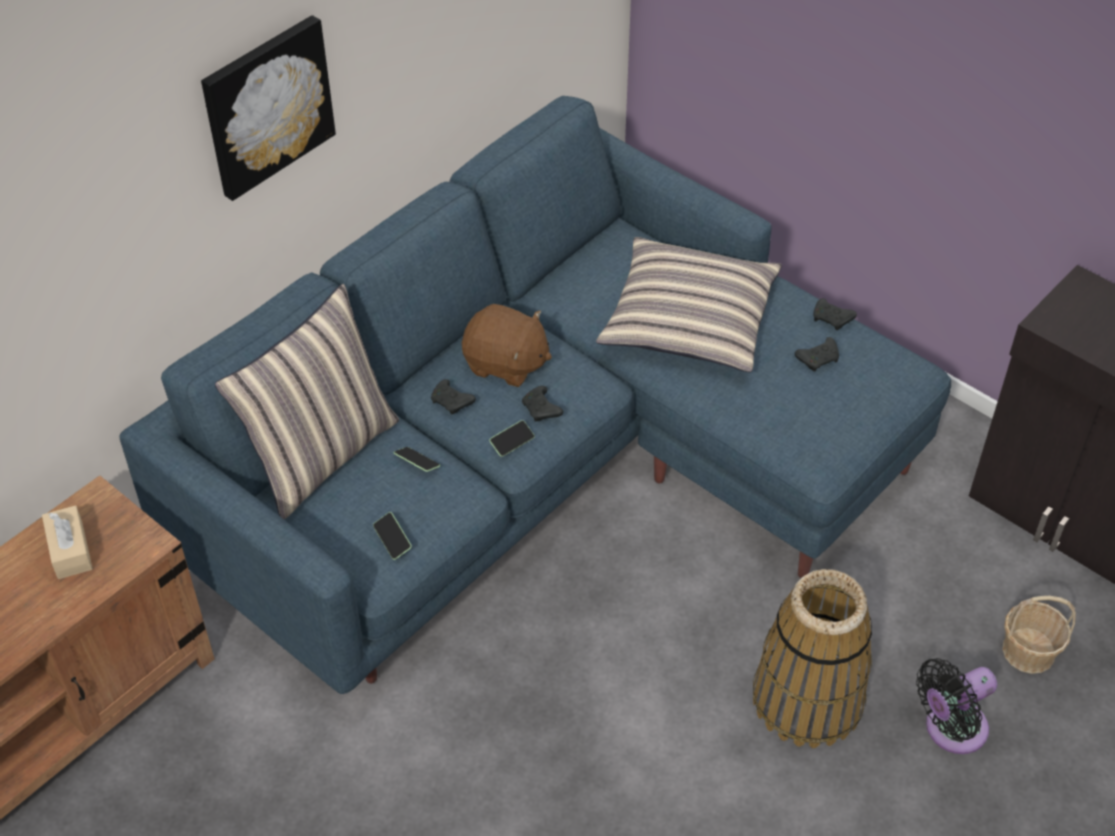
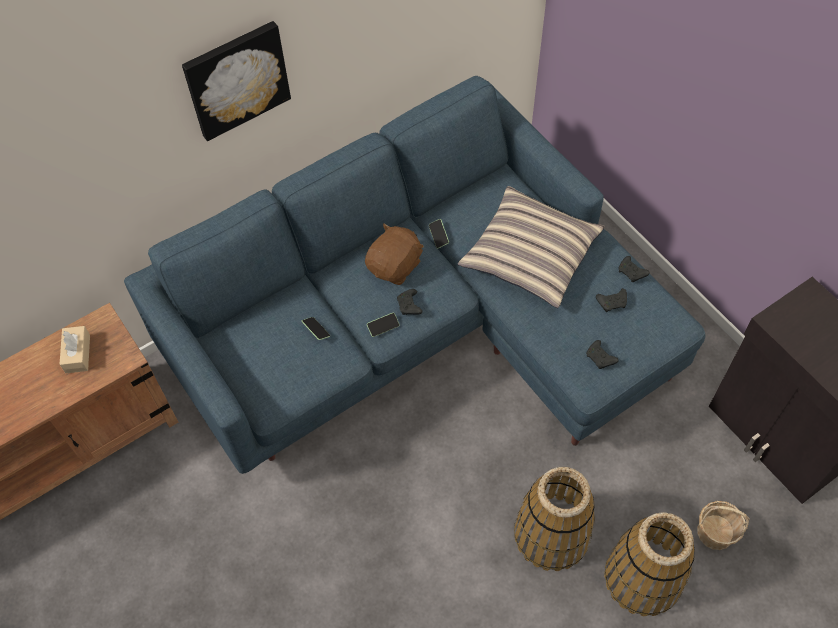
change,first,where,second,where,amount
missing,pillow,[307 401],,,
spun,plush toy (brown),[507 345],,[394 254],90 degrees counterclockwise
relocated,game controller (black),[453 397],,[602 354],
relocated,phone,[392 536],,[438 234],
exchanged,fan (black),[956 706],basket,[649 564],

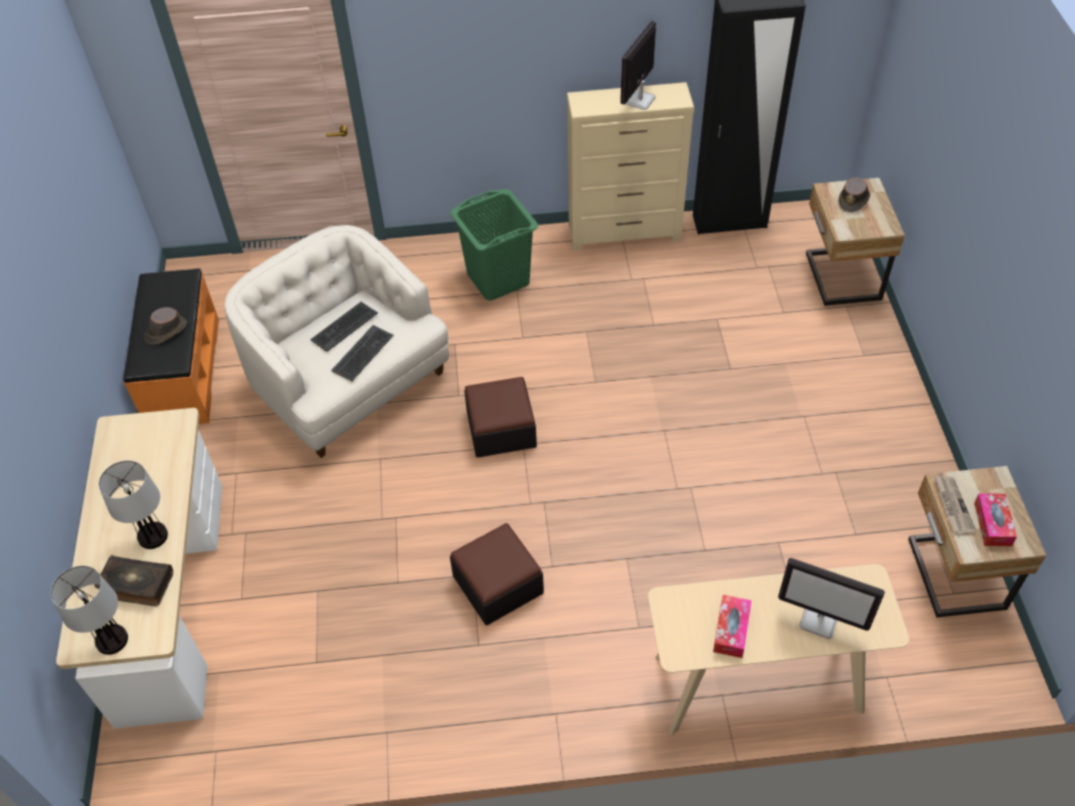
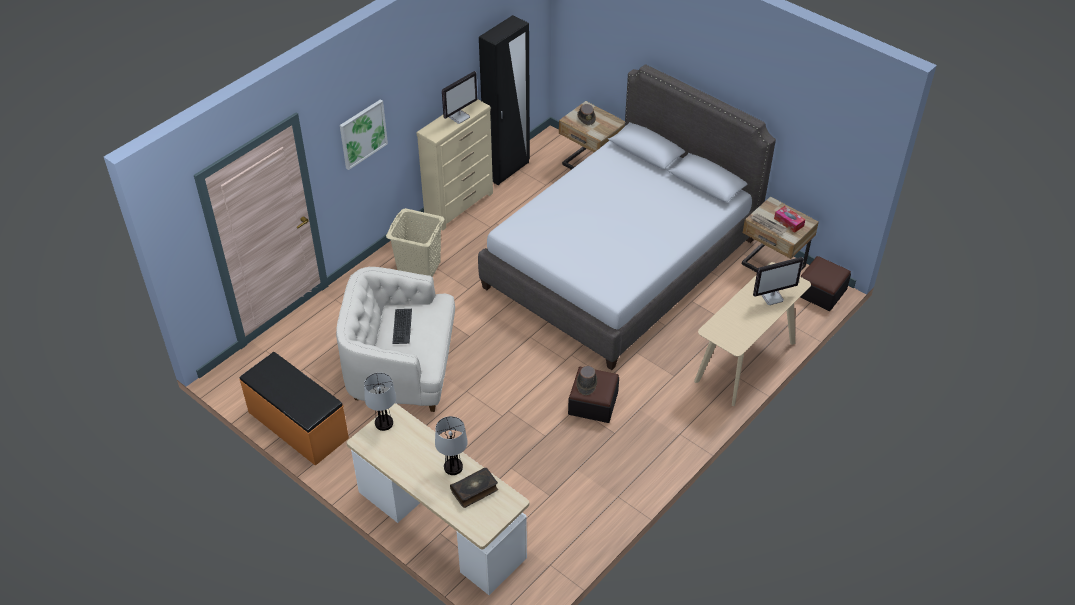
change,first,where,second,where,amount
spun,monitor,[638 65],,[459 97],120 degrees counterclockwise
colour,laundry basket (green),[494 245],laundry basket (beige),[415 242],
relocated,hat (brown),[165 326],,[586 380],
missing,keyboard,[362 353],,,
relocated,ottoman,[500 417],,[825 283],
relocated,table lamp,[89 610],,[380 401],
missing,tissue box,[732 626],,,
appeared,,,bed (grey),[627 217],
appeared,,,picture,[364 134],

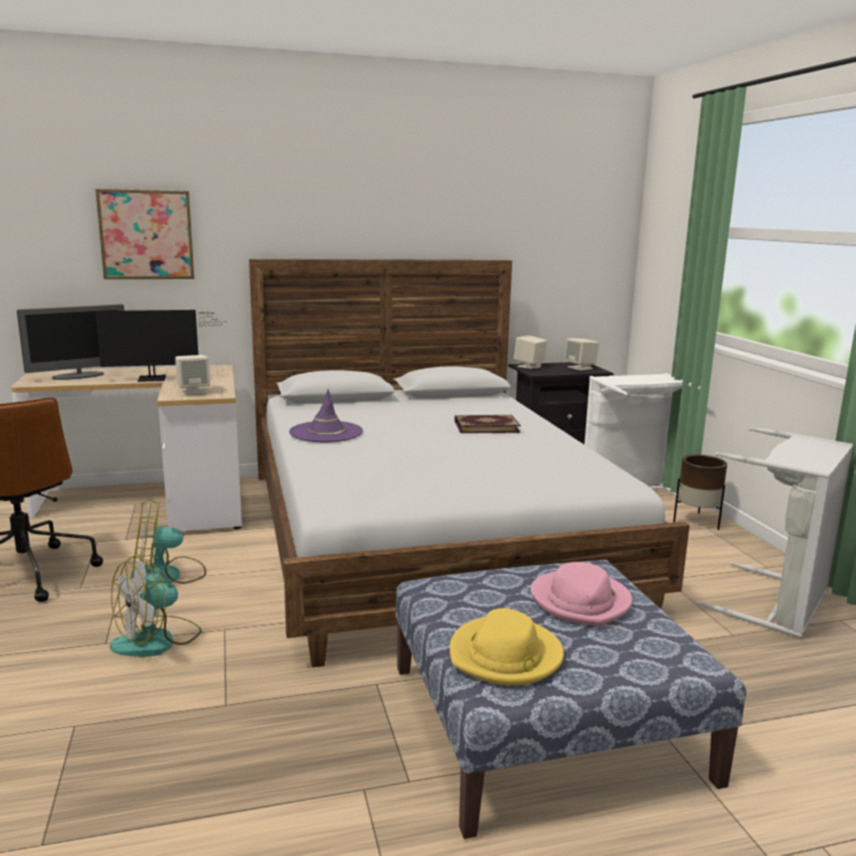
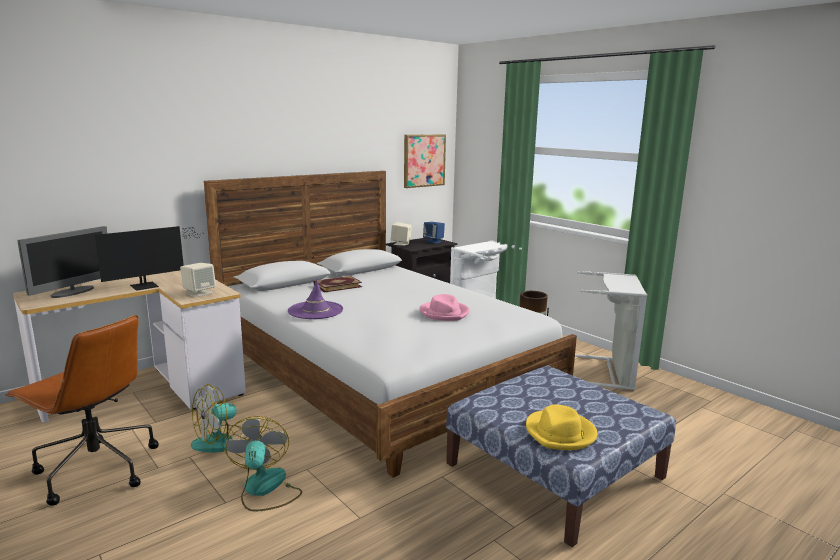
change,first,where,second,where,amount
relocated,picture,[144 234],,[425 161],
colour,speaker (beige),[581 354],speaker (blue),[434 233],
relocated,book,[488 424],,[338 284],
spun,fan,[156 606],,[262 464],150 degrees clockwise
relocated,hat (pink),[582 594],,[444 307],

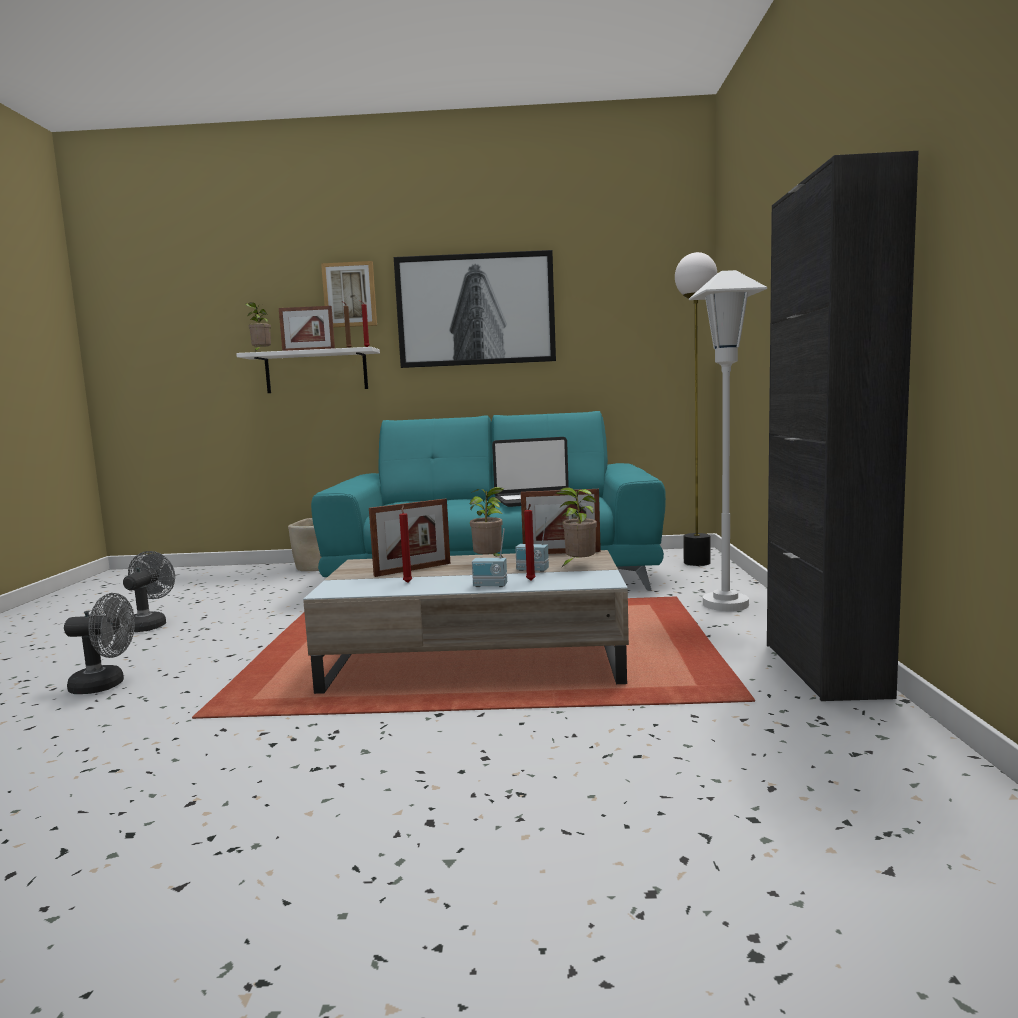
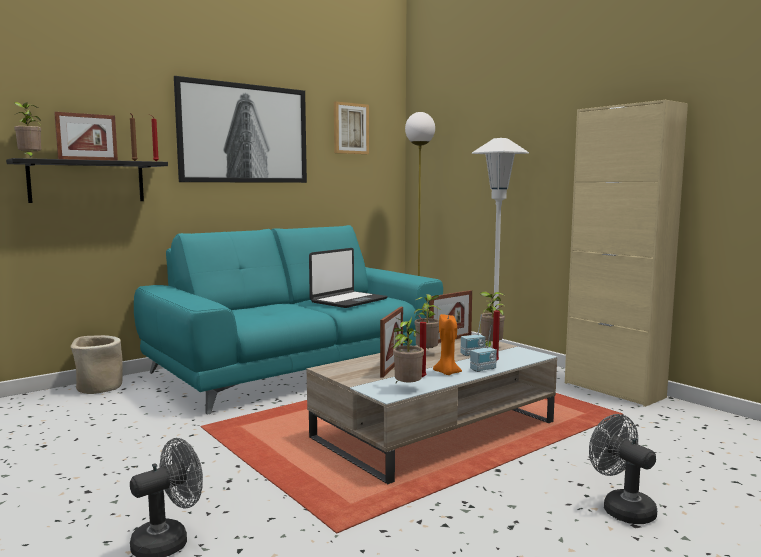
change,first,where,second,where,amount
colour,cabinet (black),[843 426],cabinet (beige),[626 253],
relocated,picture,[349 294],,[351 128],
colour,shelf (white),[308 370],shelf (black),[87 180],
relocated,fan (grey),[149 591],,[623 469],
appeared,,,candle (orange),[447 344],
appeared,,,potted plant,[408 350],

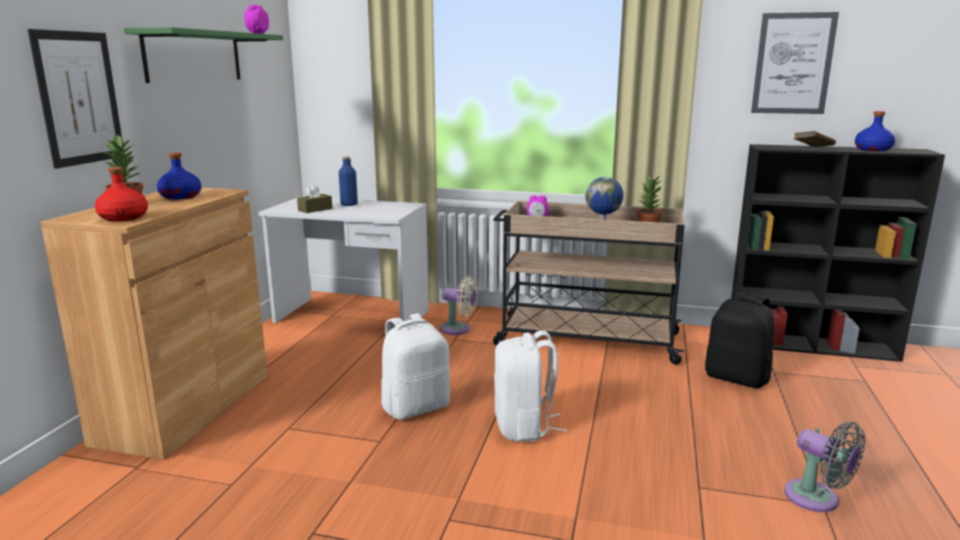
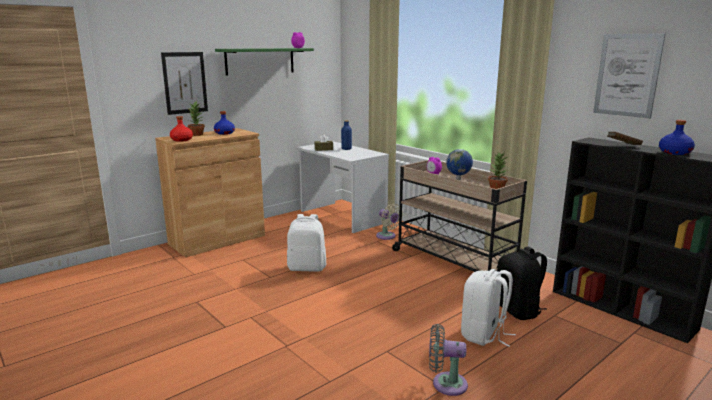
change,first,where,second,where,amount
relocated,backpack (white),[530 386],,[488 308],
spun,fan (grey),[825 467],,[448 360],105 degrees clockwise

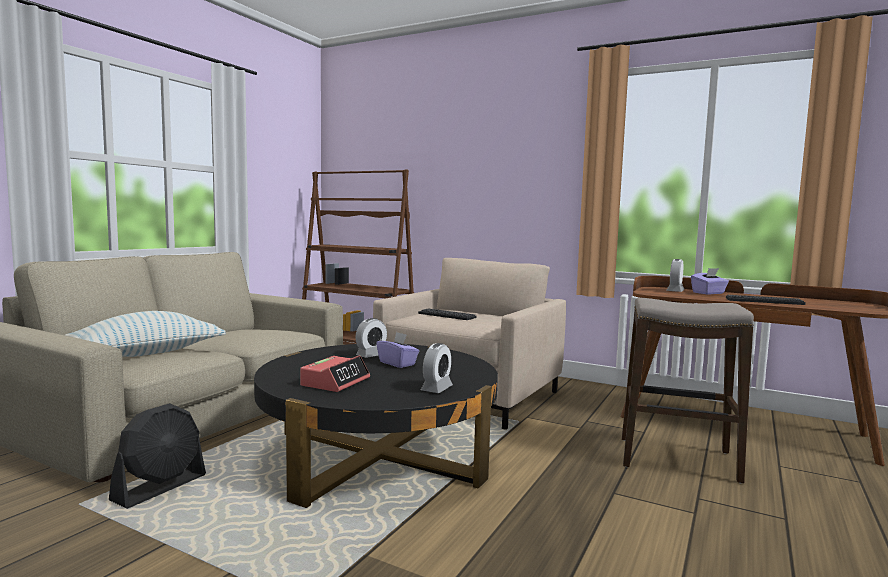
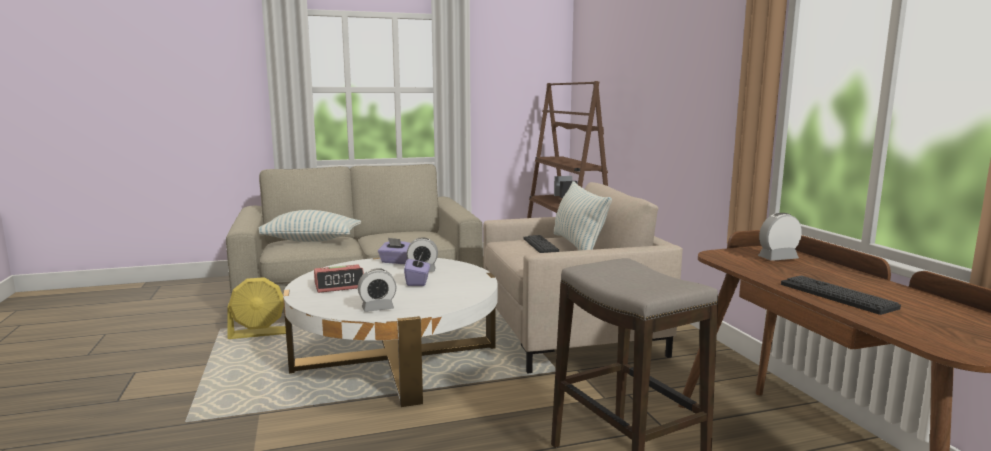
change,first,where,second,where,amount
relocated,tissue box (purple),[710 281],,[394 251],
colour,coffee table (black),[376 426],coffee table (white),[390 332],
colour,fan (black),[157 456],fan (yellow),[256 308],
appeared,,,pillow,[583 216],

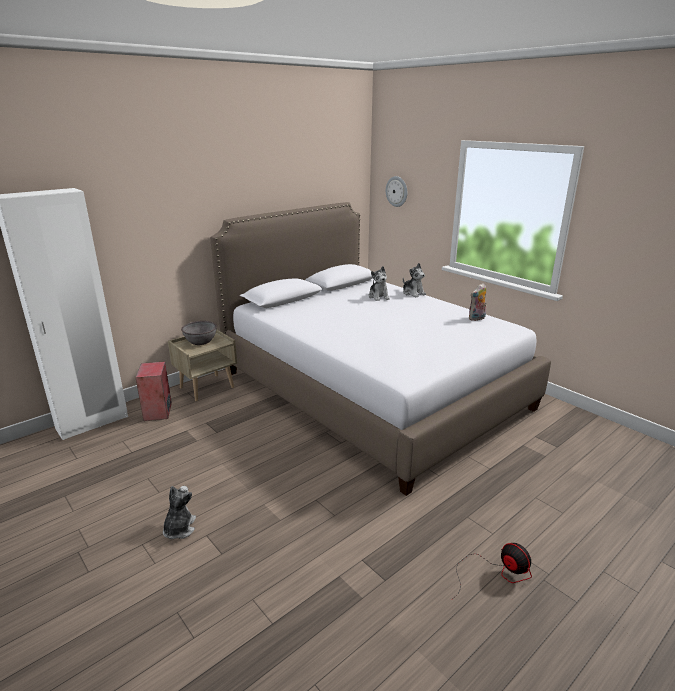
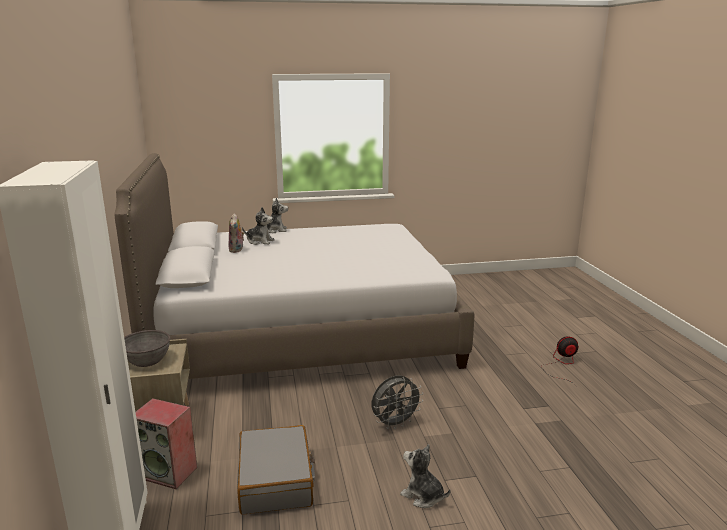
change,first,where,second,where,amount
missing,wall clock,[396 191],,,
relocated,plush toy,[477 302],,[236 233],
appeared,,,fan (grey),[398 402],
appeared,,,suitcase (grey),[276 470],

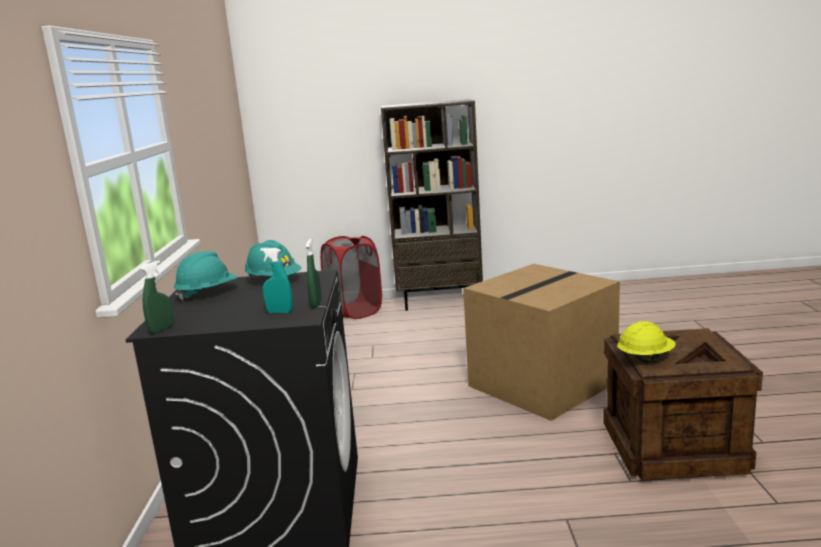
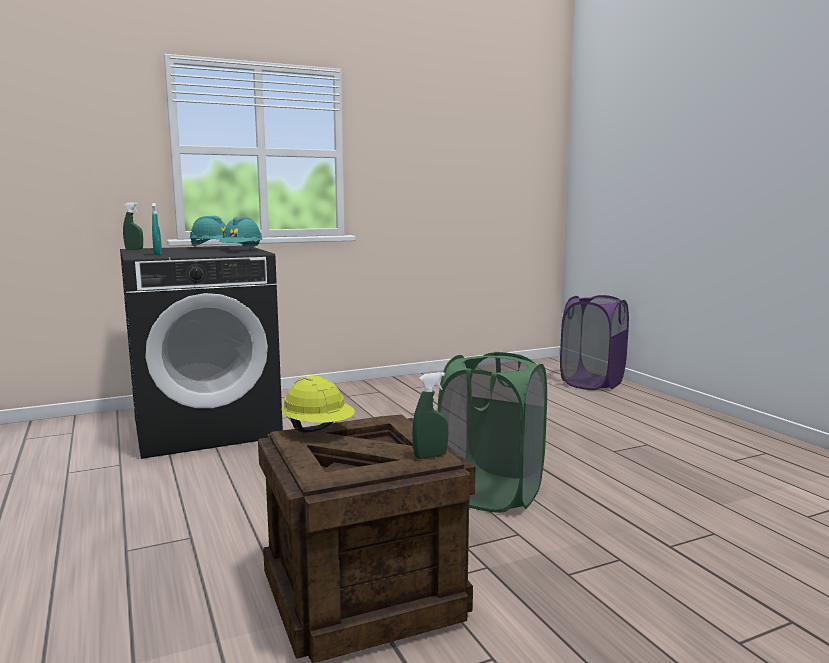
change,first,where,second,where,amount
missing,bookcase (brown),[432 205],,,
colour,laundry basket (red),[351 277],laundry basket (purple),[594 342],
relocated,spray bottle (green),[314 273],,[430 415],
exchanged,cardboard box,[541 342],laundry basket (green),[492 432],

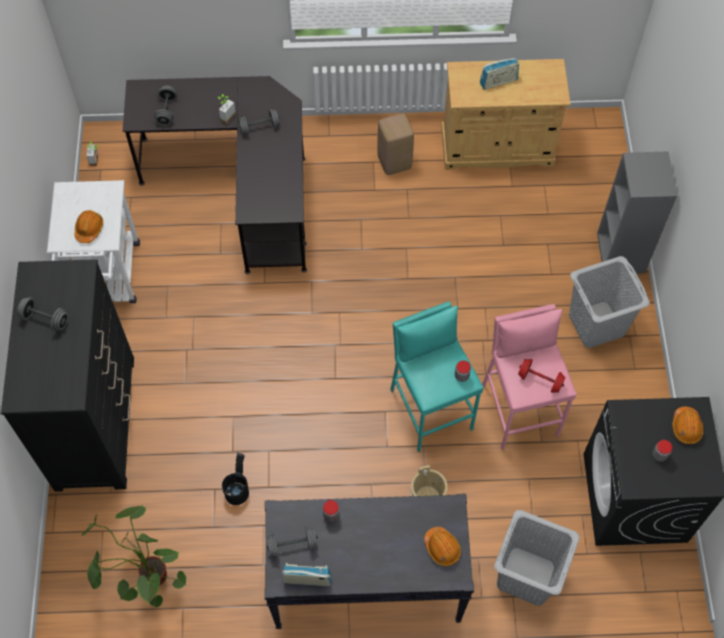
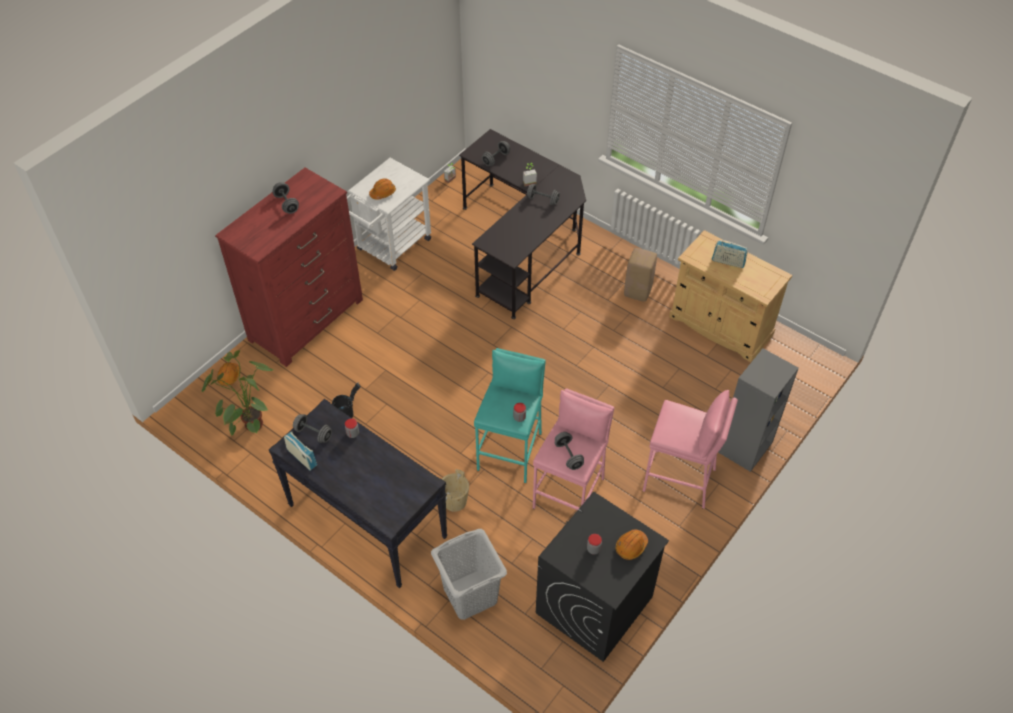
change,first,where,second,where,amount
exchanged,laundry basket (grey),[609 302],stool (pink),[690 449],
colour,dresser (black),[67 375],dresser (red),[289 267],
colour,dumbbell (red),[541 376],dumbbell (grey),[569 451],
relocated,hard hat (orange),[442 546],,[228 374],

